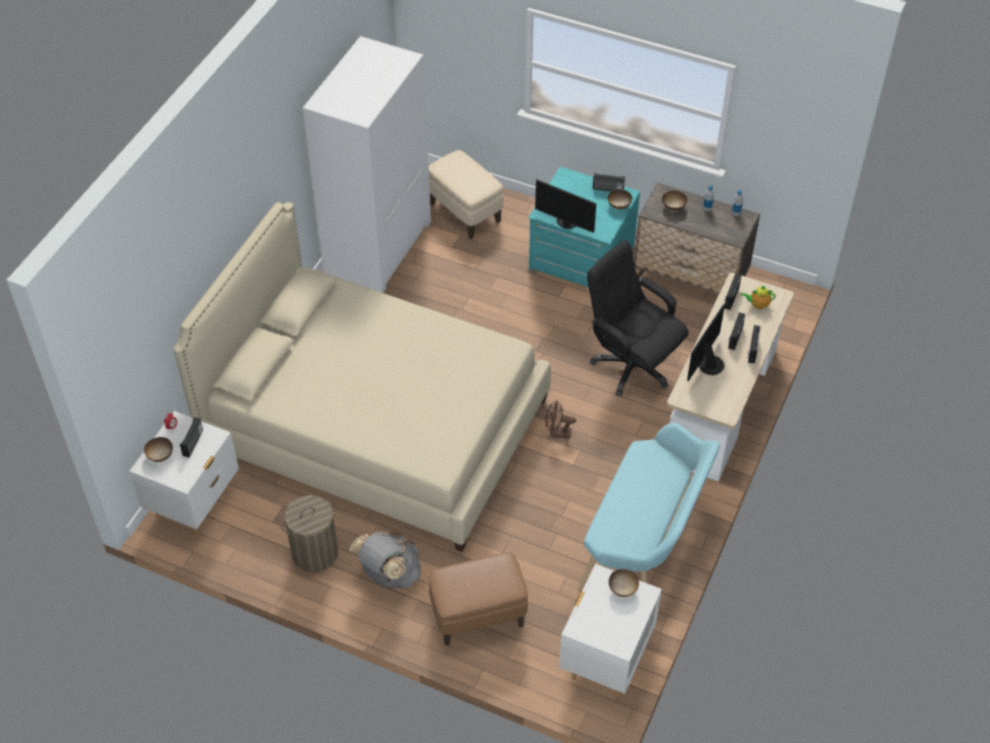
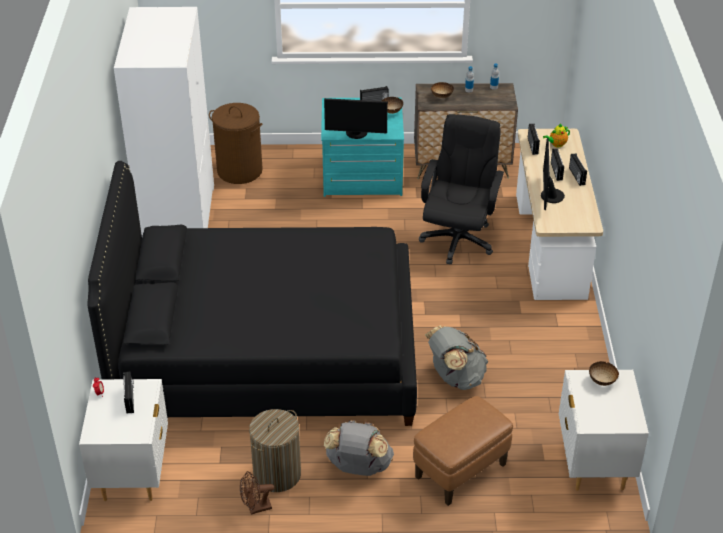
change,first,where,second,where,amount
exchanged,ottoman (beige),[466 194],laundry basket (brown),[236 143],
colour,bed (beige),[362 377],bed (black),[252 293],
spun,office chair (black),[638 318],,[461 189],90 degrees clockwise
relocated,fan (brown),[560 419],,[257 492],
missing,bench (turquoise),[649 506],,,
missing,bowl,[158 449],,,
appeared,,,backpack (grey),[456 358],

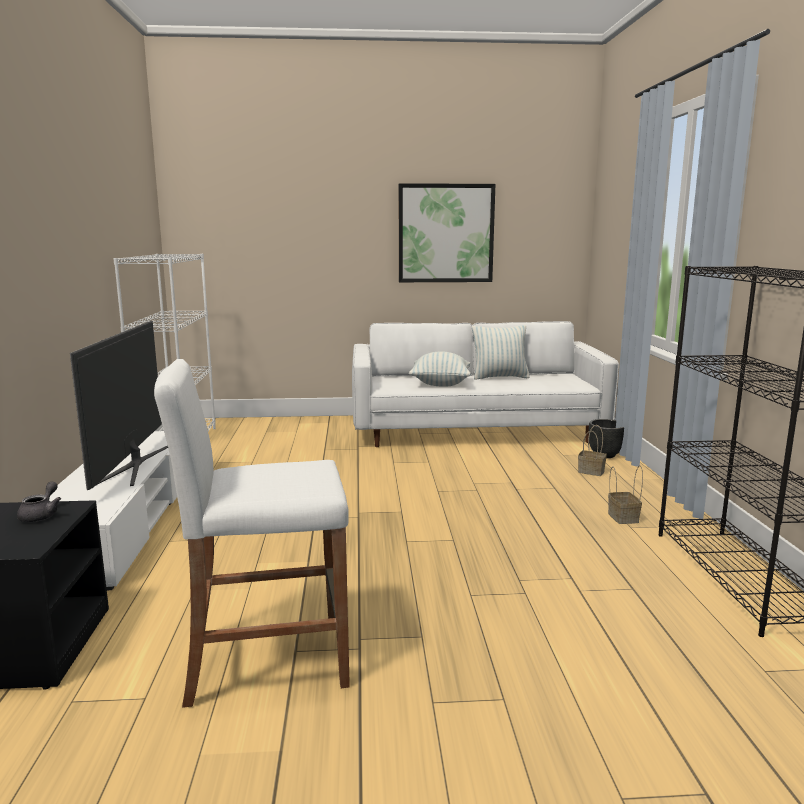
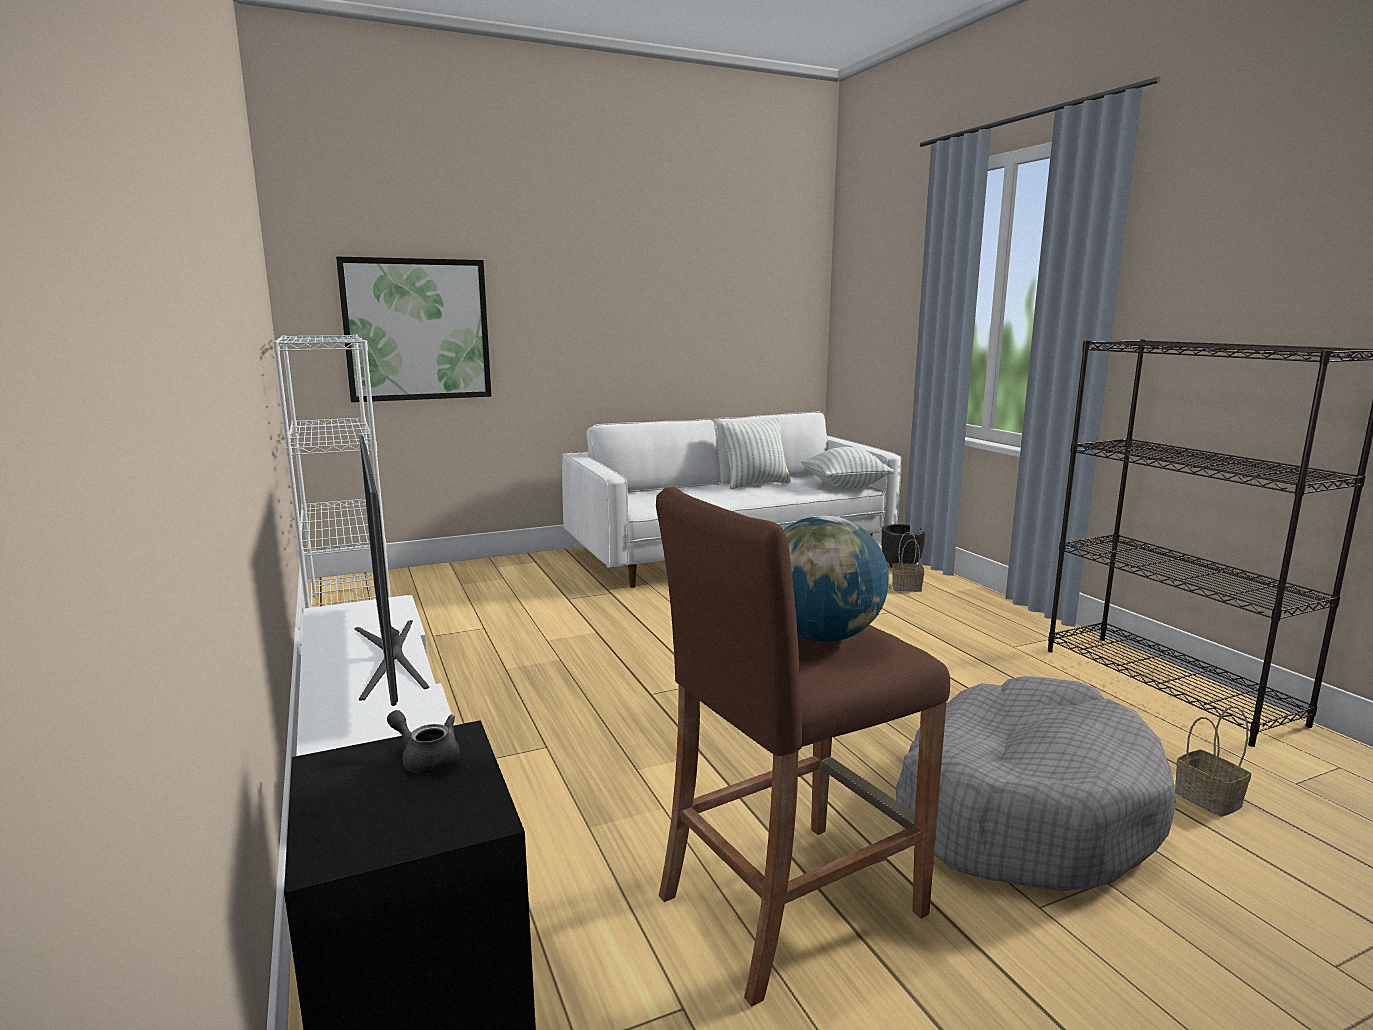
change,first,where,second,where,amount
relocated,picture,[447 232],,[413 329],
relocated,pillow,[440 369],,[847 467],
colour,stool (white),[252 533],stool (brown),[803 746],
relocated,basket,[625 494],,[1213 761],
spun,teapot (grey),[39 501],,[423 742],45 degrees counterclockwise
appeared,,,globe,[836 578],
appeared,,,dog bed (grey),[1036 783],

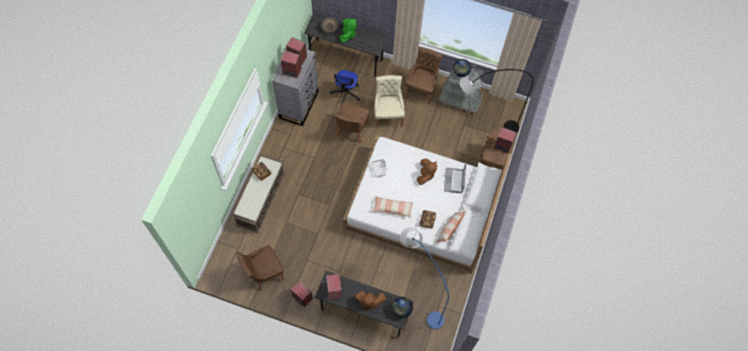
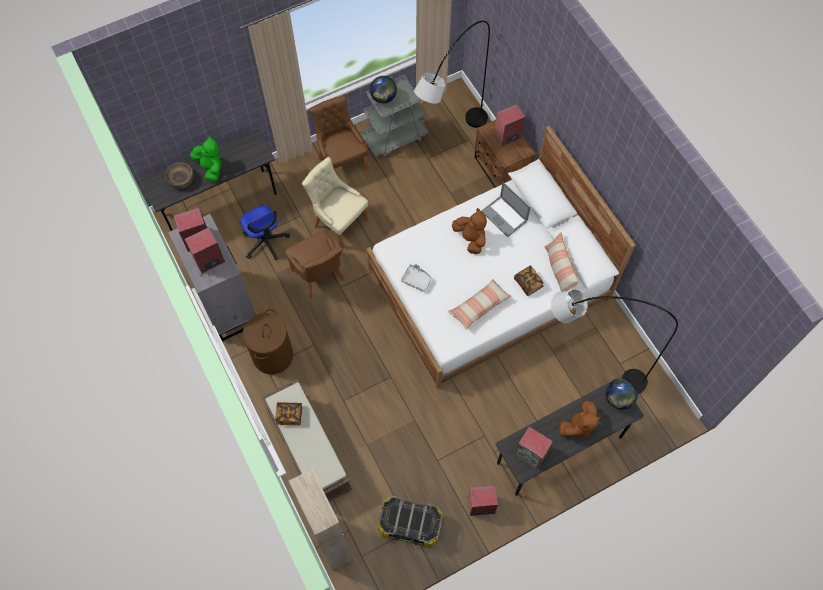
change,first,where,second,where,amount
colour,floor lamp (blue),[424 278],floor lamp (grey),[614 341],
exchanged,chair (brown),[260 268],storage box,[410 522],
appeared,,,laundry basket (brown),[268 341],
appeared,,,wardrobe (beige),[320 519],

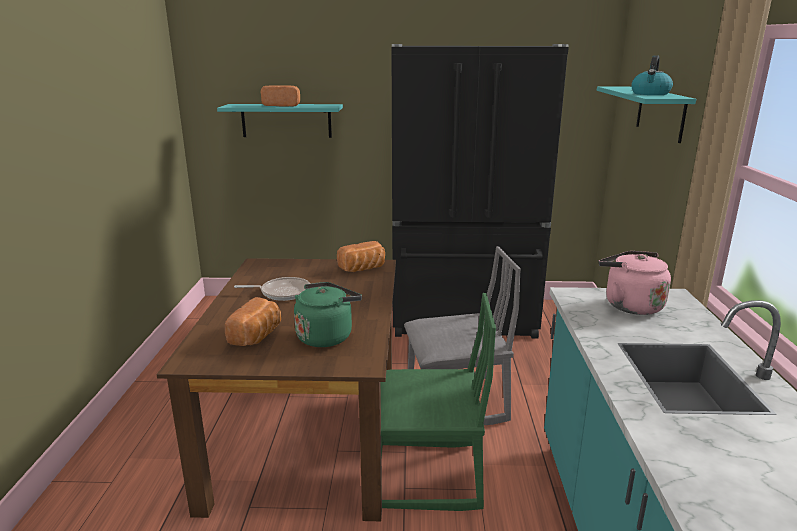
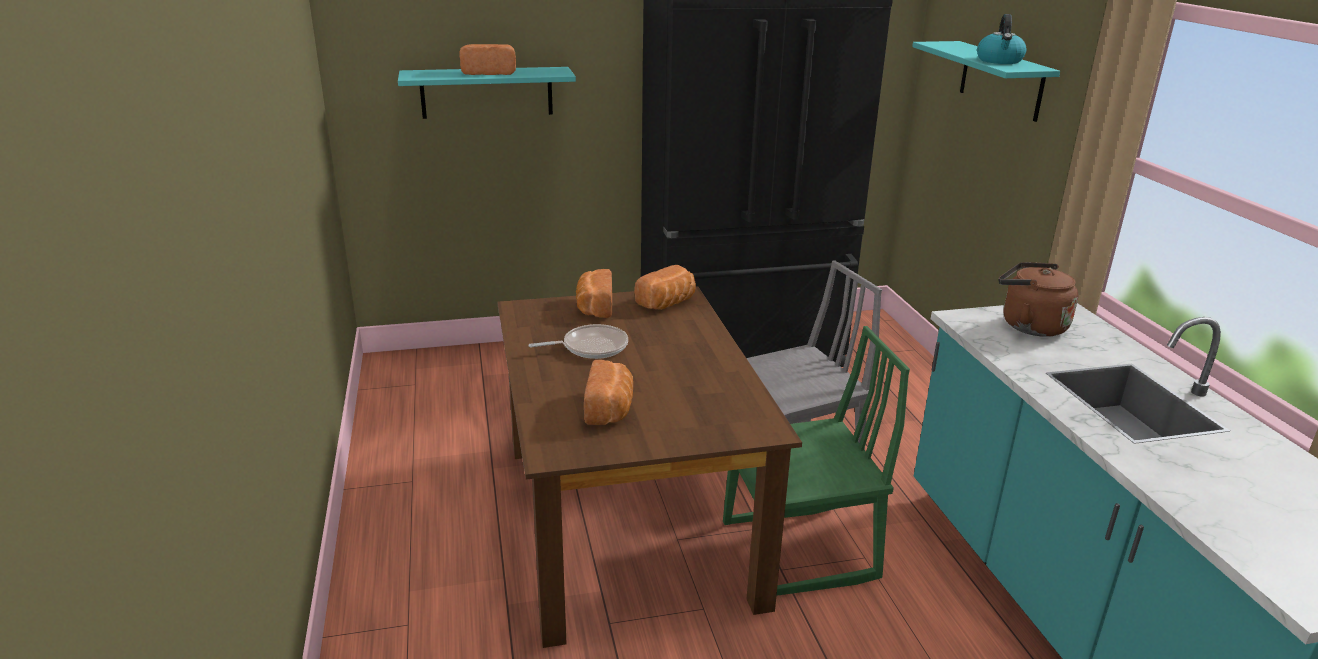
change,first,where,second,where,amount
colour,kettle (pink),[634 283],kettle (brown),[1038 299],
missing,kettle (green),[328 314],,,
appeared,,,bread,[594 293],

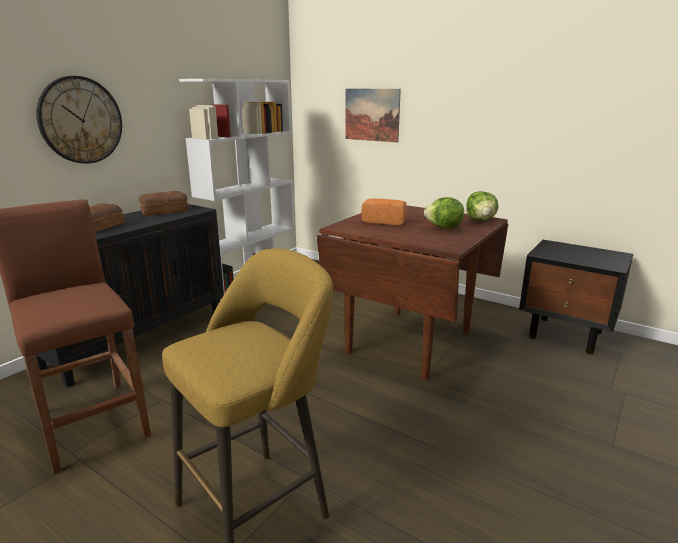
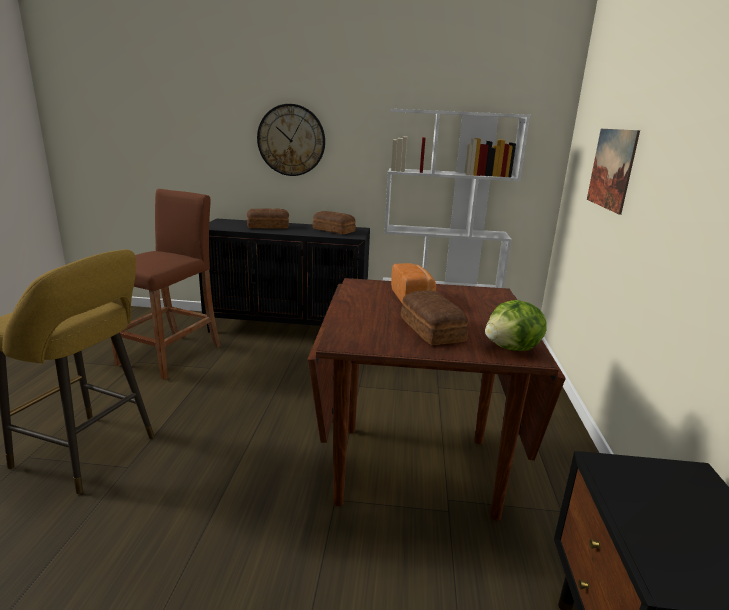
change,first,where,second,where,amount
exchanged,lettuce,[444 213],bread,[434 317],

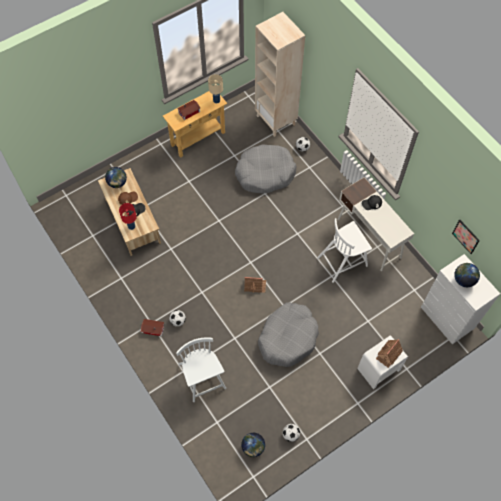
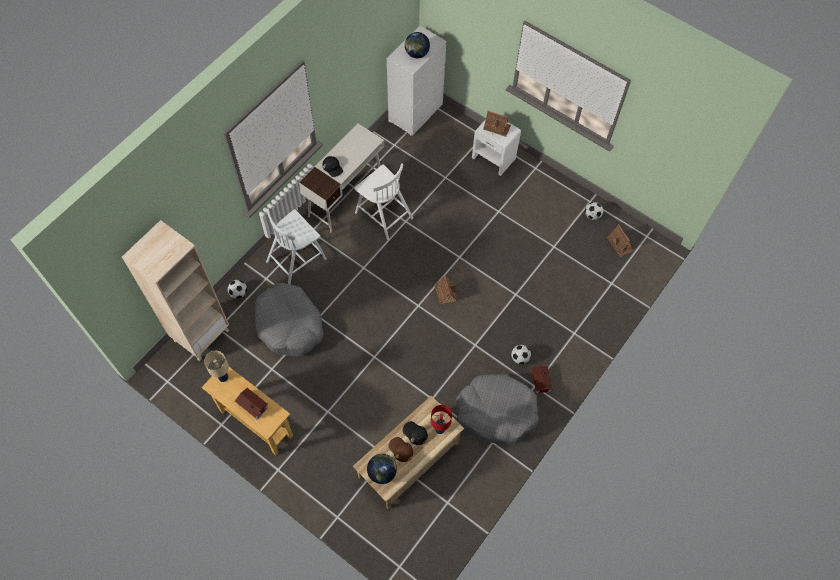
change,first,where,second,where,amount
missing,picture,[466 237],,,
relocated,dog bed (grey),[288 334],,[497 408],
relocated,chair (white),[201 370],,[296 246],
exchanged,globe,[253 445],toy house,[620 240],

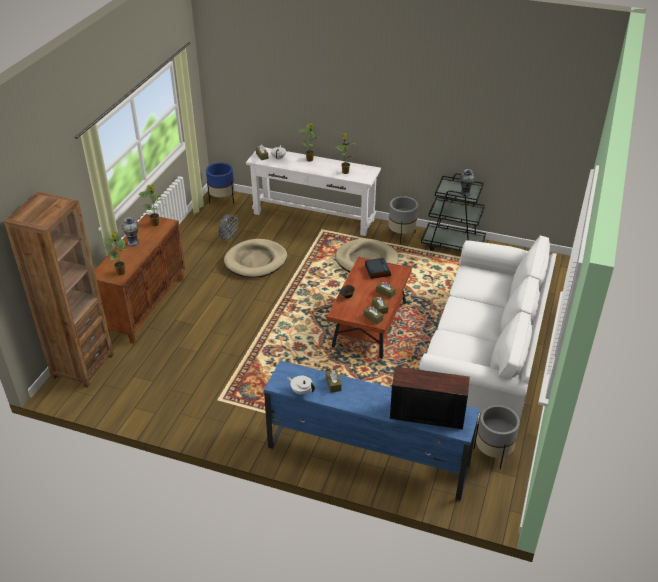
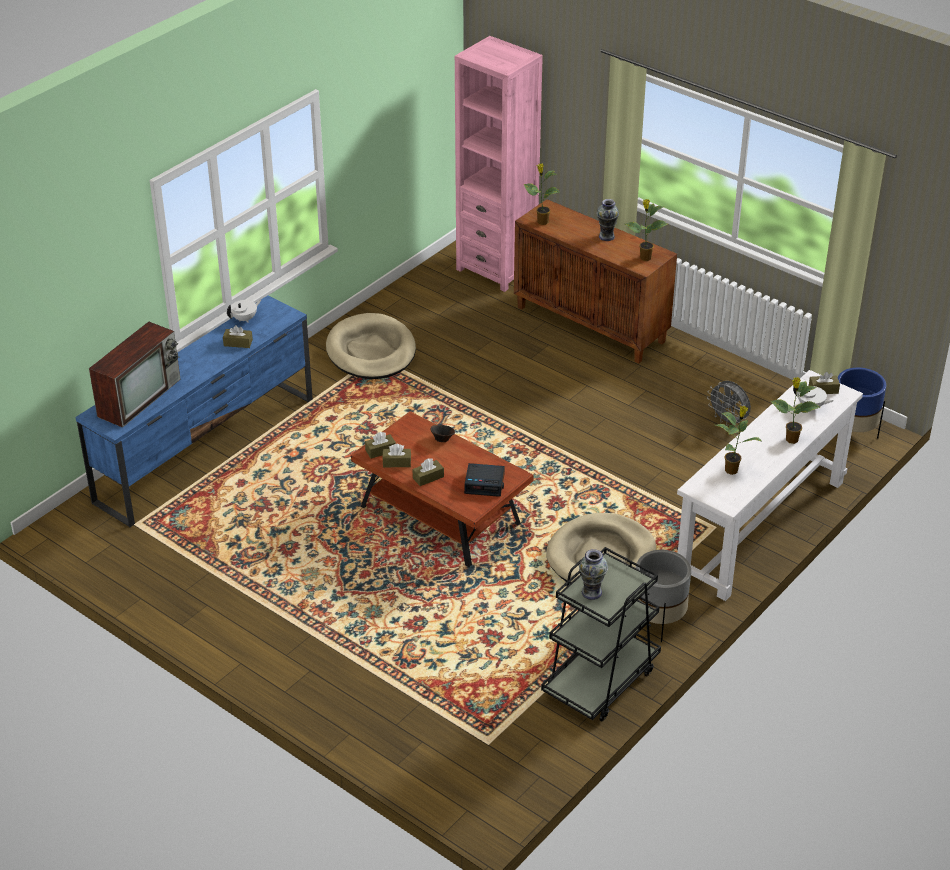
change,first,where,second,where,amount
colour,bookcase (brown),[59 290],bookcase (pink),[499 164],
missing,sofa (white),[488 327],,,
relocated,dog bed (beige),[255 258],,[371 346],
missing,planter (grey),[497 437],,,

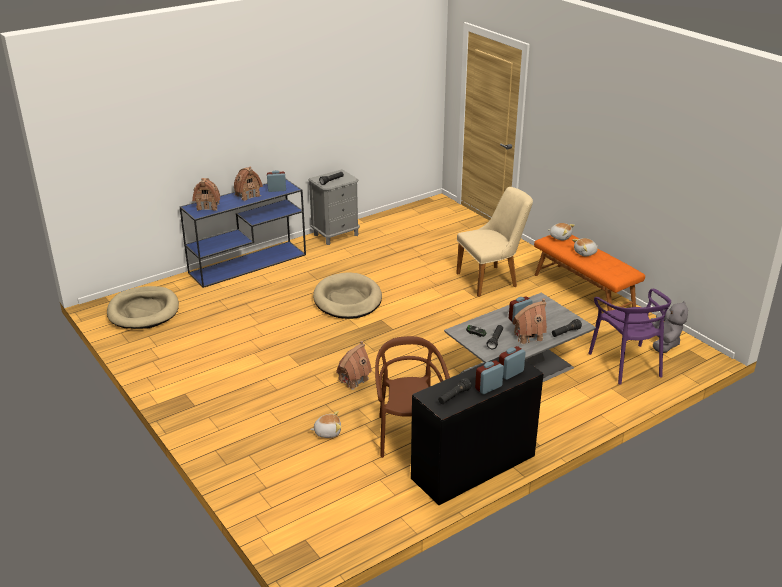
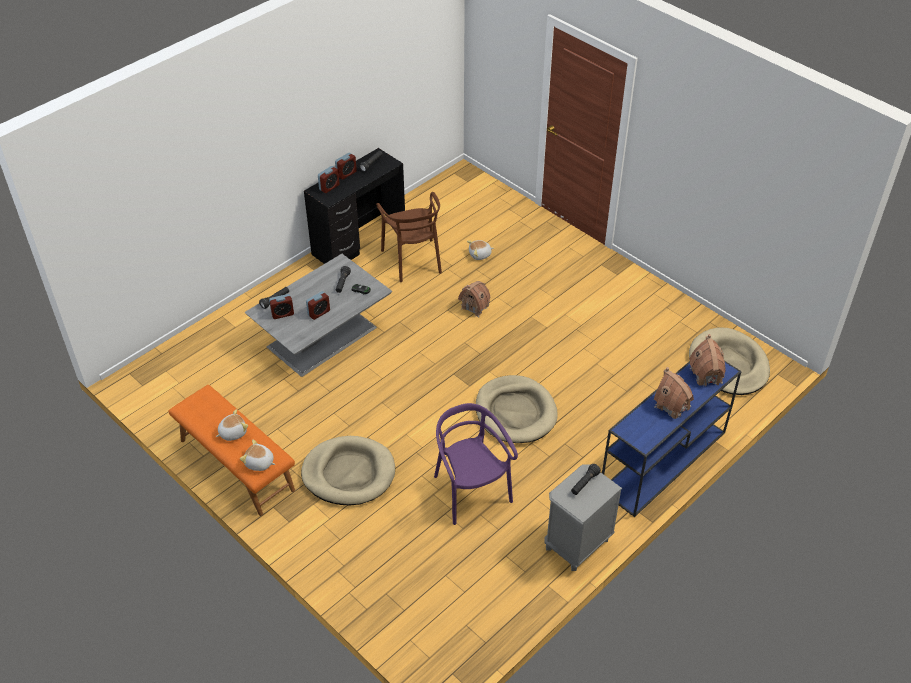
change,first,where,second,where,amount
relocated,alarm clock,[276 181],,[281 306],
exchanged,chair (beige),[494 242],dog bed (beige),[348 470],
relocated,chair (purple),[629 337],,[476 464],
missing,toy house,[529 322],,,
missing,plush toy (grey),[669 327],,,

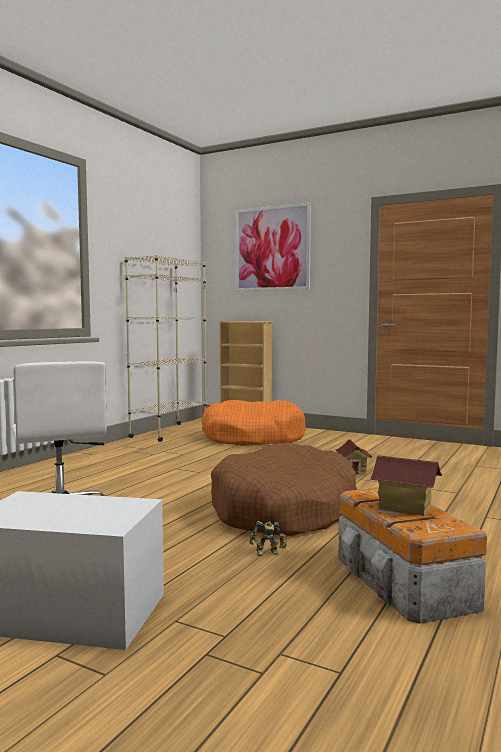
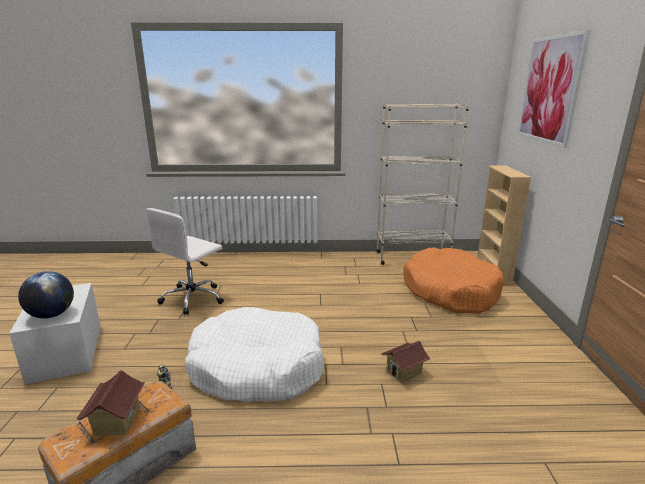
change,first,where,second,where,amount
colour,dog bed (brown),[284 489],dog bed (white),[254 354],
appeared,,,globe,[46 294],

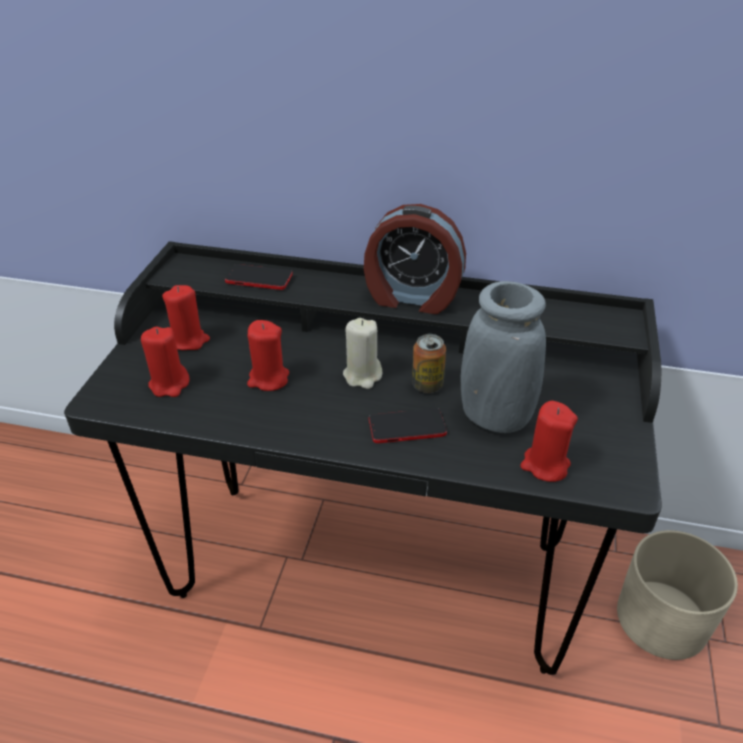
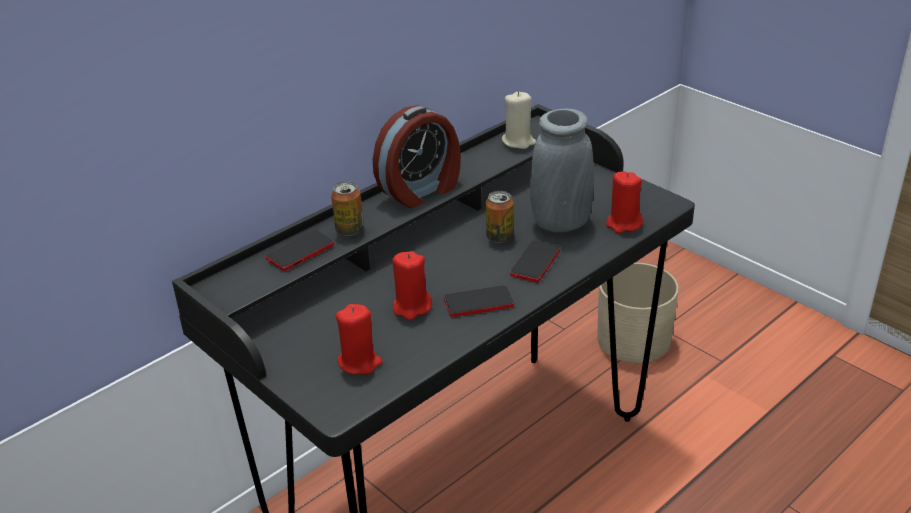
change,first,where,second,where,amount
missing,candle (red),[186 317],,,
relocated,candle (beige),[362 353],,[519 120],
appeared,,,can,[347 208],
appeared,,,phone,[479 301],

